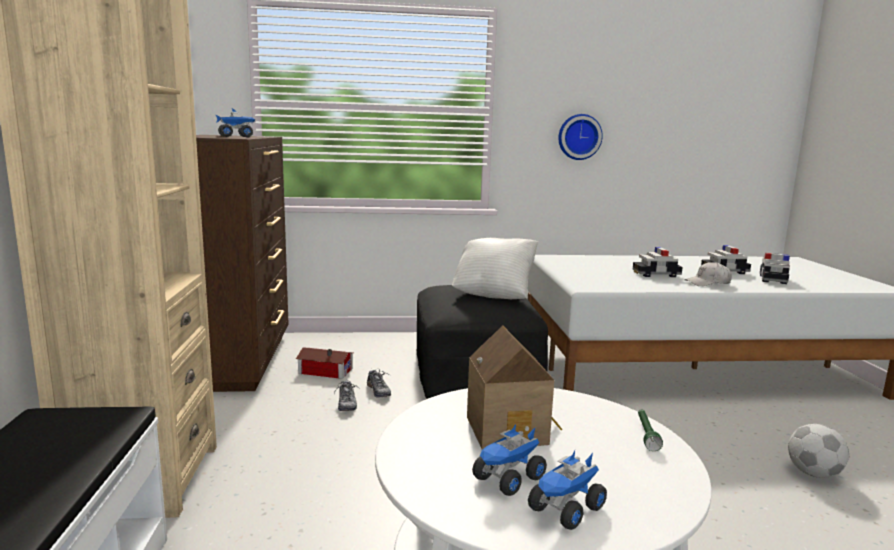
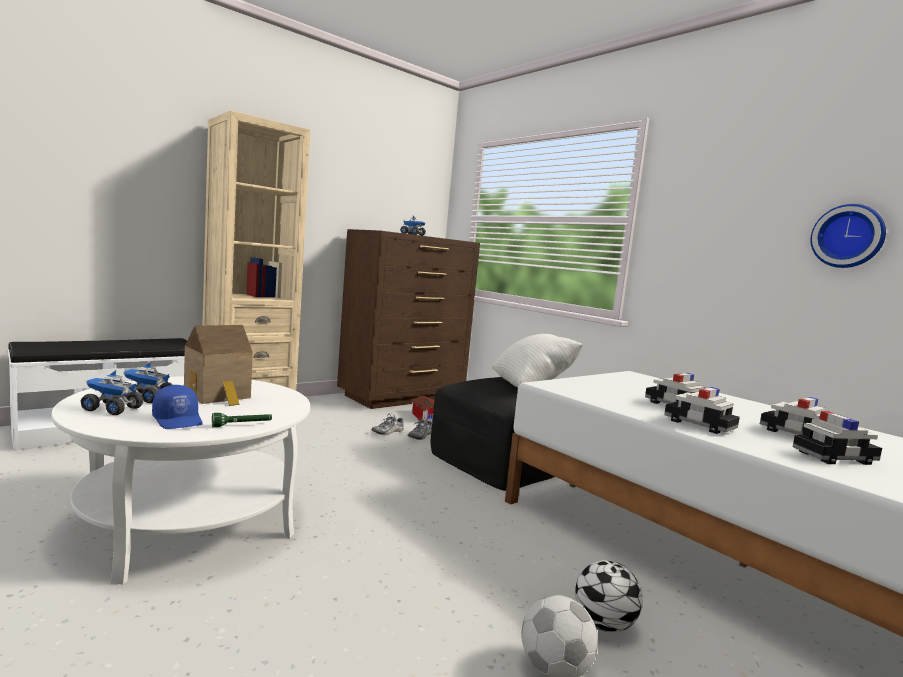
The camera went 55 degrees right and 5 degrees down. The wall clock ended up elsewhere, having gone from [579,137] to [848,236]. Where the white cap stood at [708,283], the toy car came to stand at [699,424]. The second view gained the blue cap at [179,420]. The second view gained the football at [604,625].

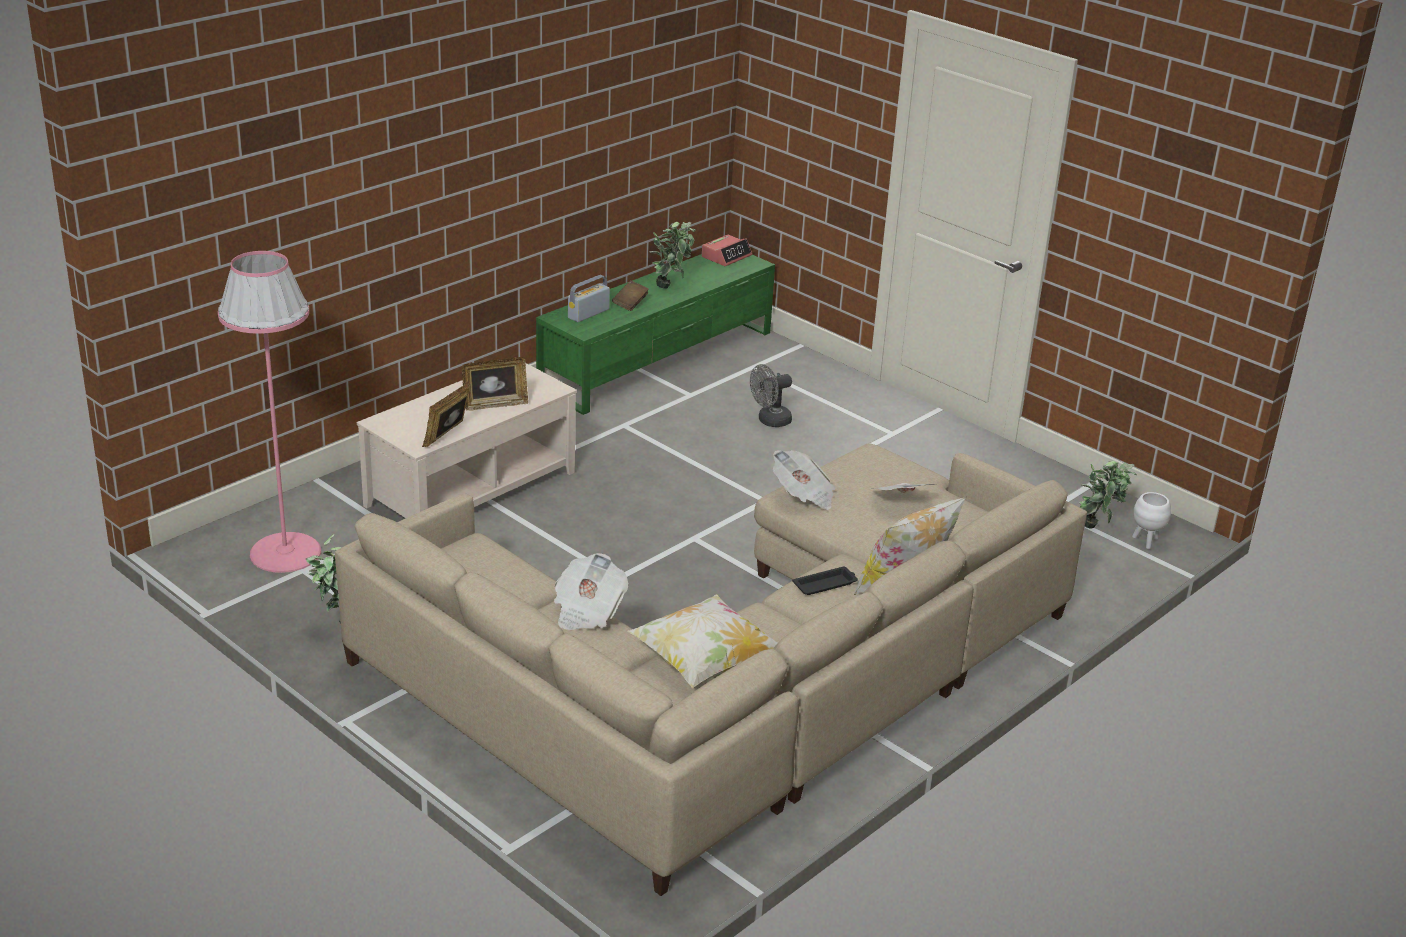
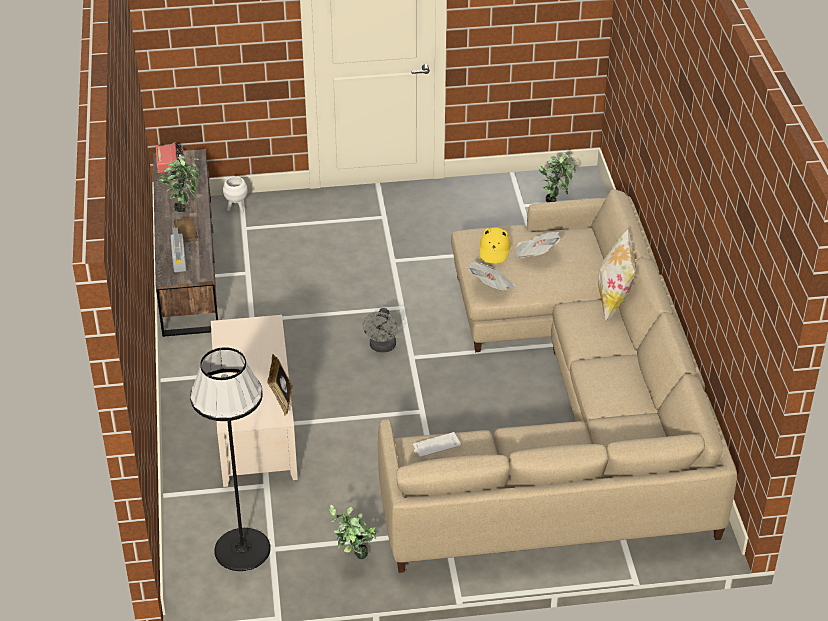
The camera went 50 degrees left and 10 degrees up. What was the pink floor lamp at [285,552] turned into the black floor lamp at [242,549]. What was the green tv stand at [658,360] turned into the brown tv stand at [188,263]. The second view lost the picture frame at [495,404]. The grey fan ended up elsewhere, having gone from [769,421] to [382,347]. The white planter ended up elsewhere, having gone from [1146,542] to [237,208]. The second view lost the newspaper at [587,611]. The second view lost the black tray at [825,584]. The second view lost the pillow at [704,663]. The second view gained the yellow hat at [494,250]. The second view gained the white tray at [435,447].

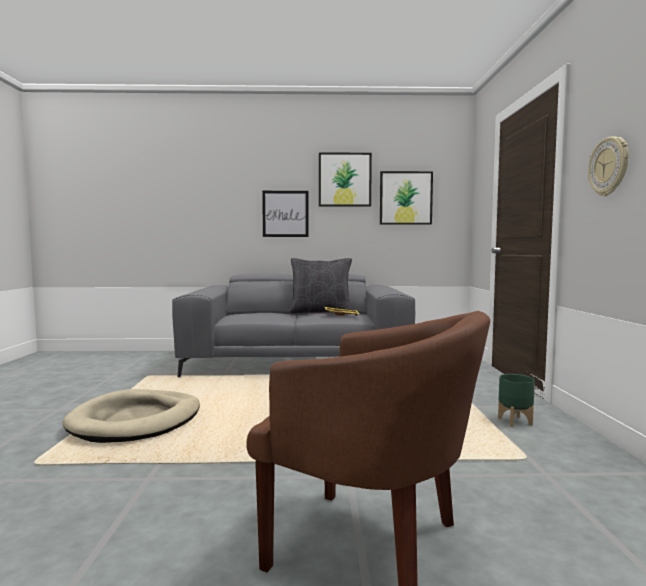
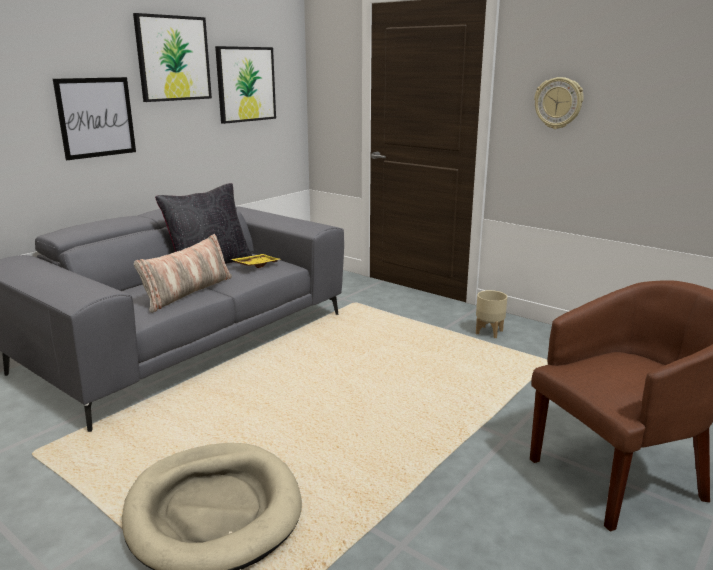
The camera went 50 degrees left and 15 degrees up. What was the green planter at [514,421] turned into the beige planter at [489,332]. The second view gained the pillow at [188,292].

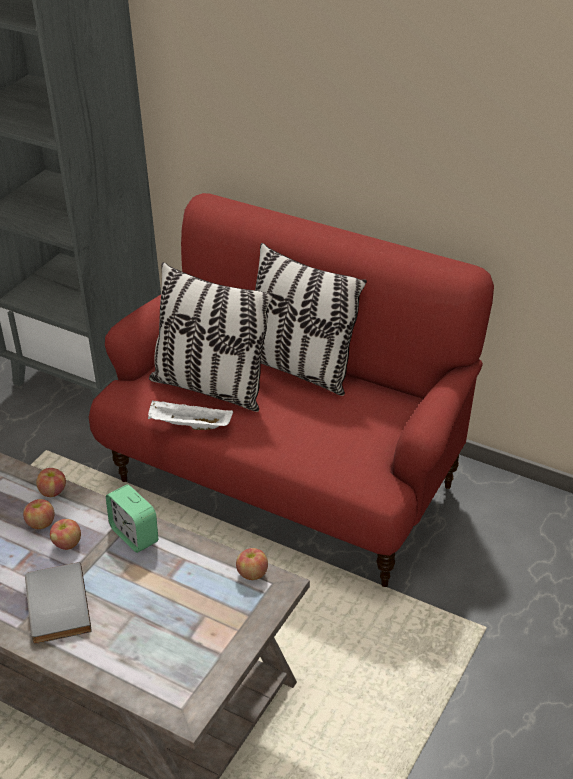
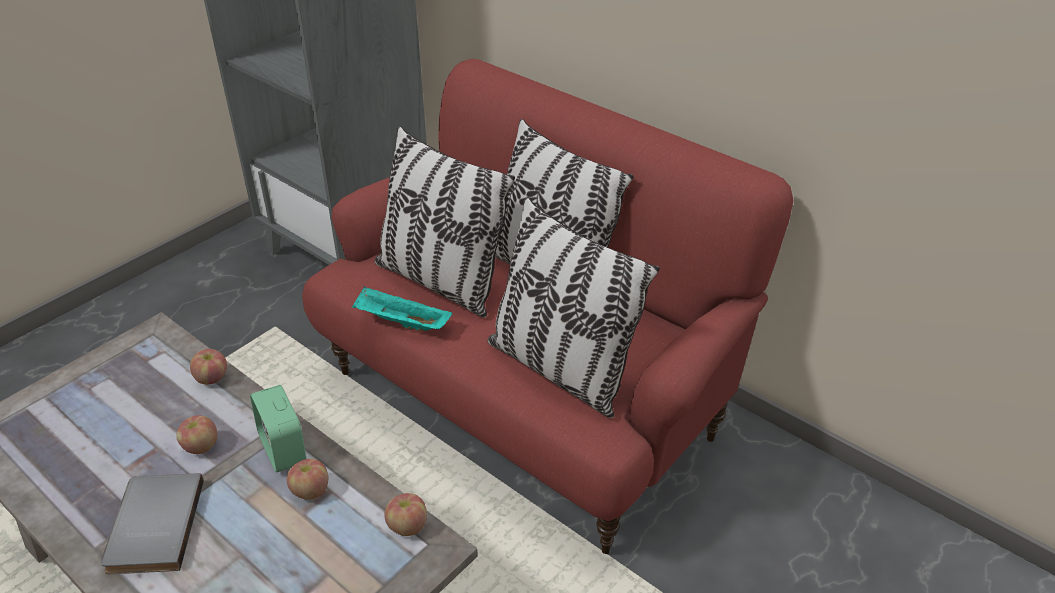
The camera went 10 degrees right and 0 degrees up. What was the white tray at [189,426] turned into the turquoise tray at [401,323]. The apple ended up elsewhere, having gone from [41,523] to [310,491]. The second view gained the pillow at [560,369].

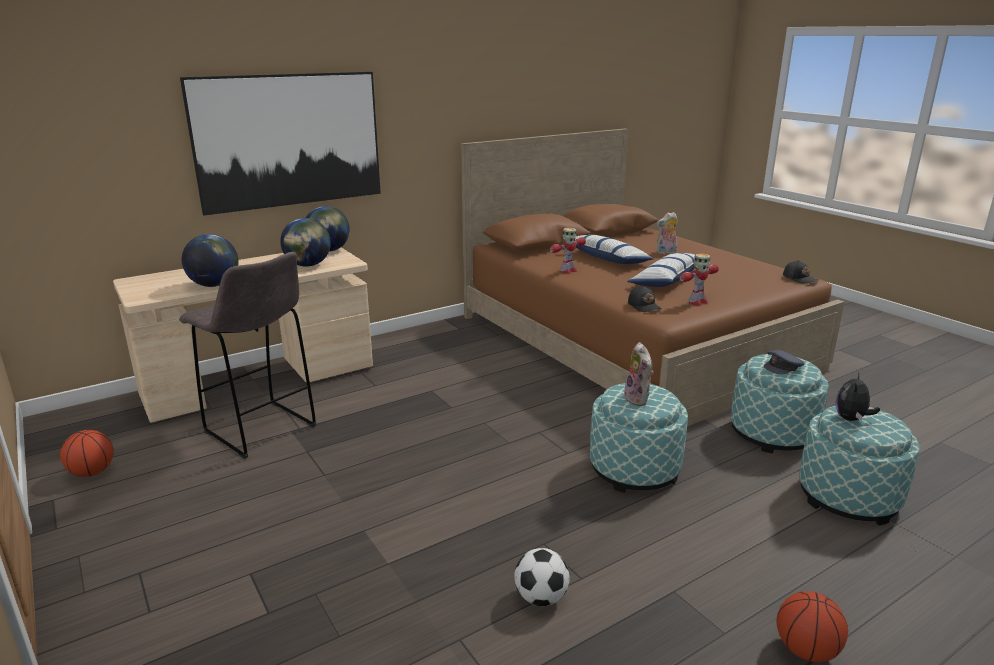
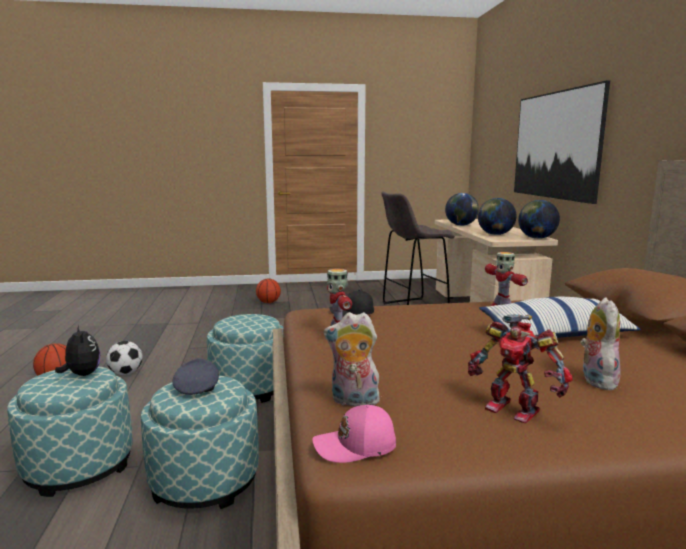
The camera went 115 degrees right and 10 degrees down. The second view lost the pillow at [667,280]. What was the black cap at [800,278] turned into the pink cap at [356,446]. The plush toy ended up elsewhere, having gone from [638,399] to [353,402]. The basketball ended up elsewhere, having gone from [92,472] to [268,302]. The football ended up elsewhere, having gone from [541,597] to [126,373]. The second view gained the toy robot at [513,408].

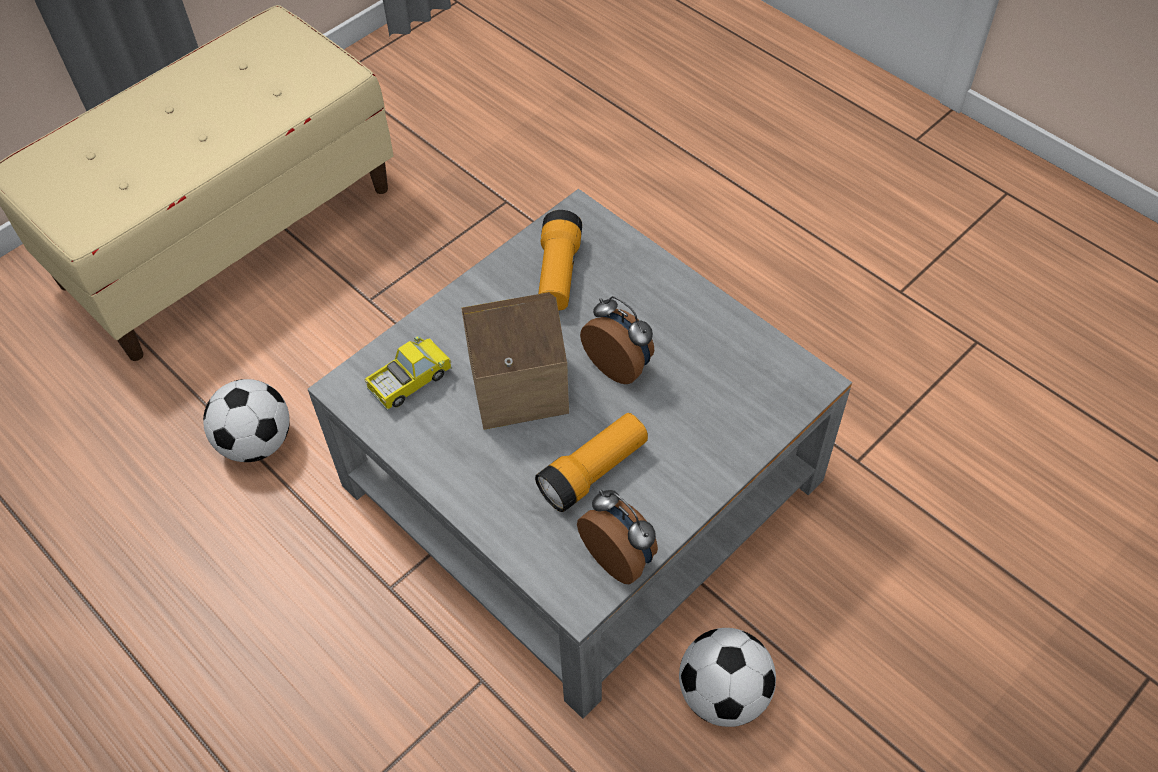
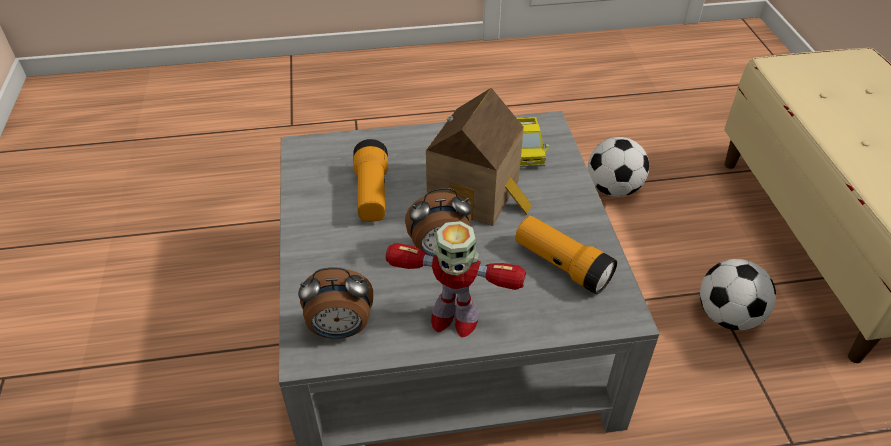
The camera went 125 degrees right and 10 degrees down. The alarm clock ended up elsewhere, having gone from [620,557] to [340,329]. The football ended up elsewhere, having gone from [723,694] to [727,316]. The second view gained the toy robot at [453,318].

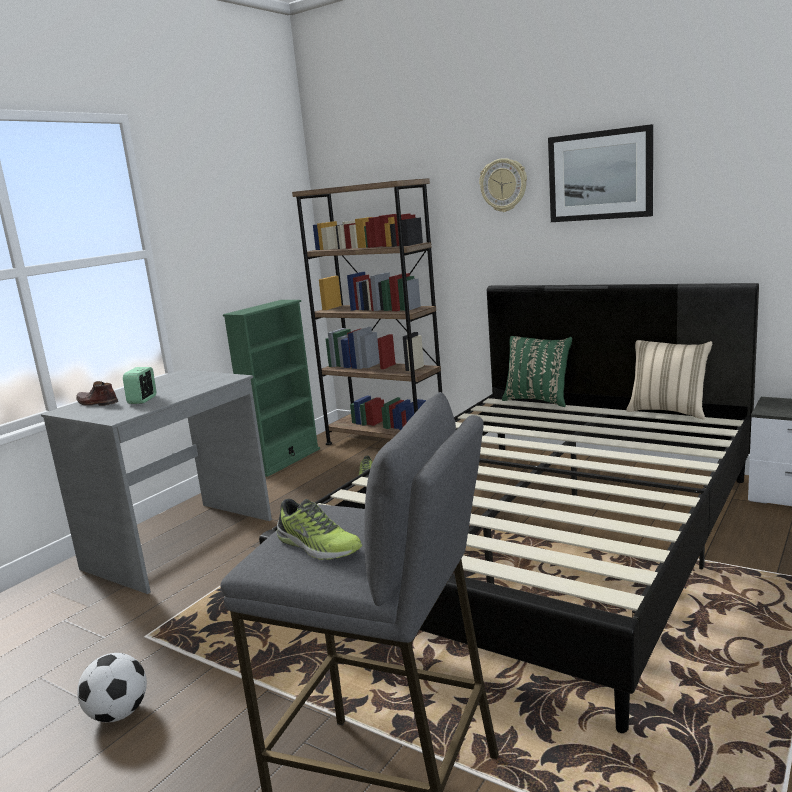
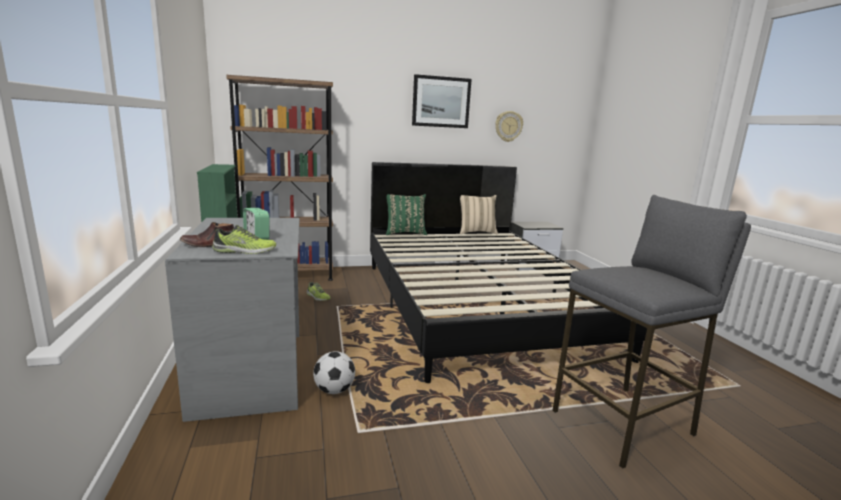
The camera went 50 degrees left and 0 degrees up. The wall clock ended up elsewhere, having gone from [503,185] to [508,126]. The shoe ended up elsewhere, having gone from [317,546] to [244,251]. The football ended up elsewhere, having gone from [118,714] to [334,390].

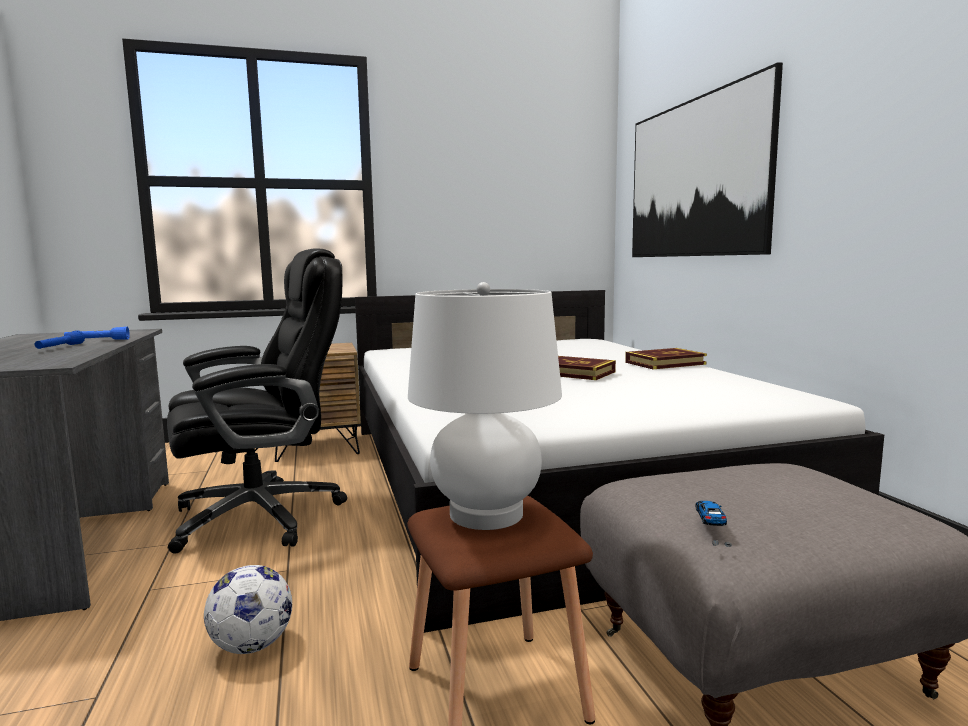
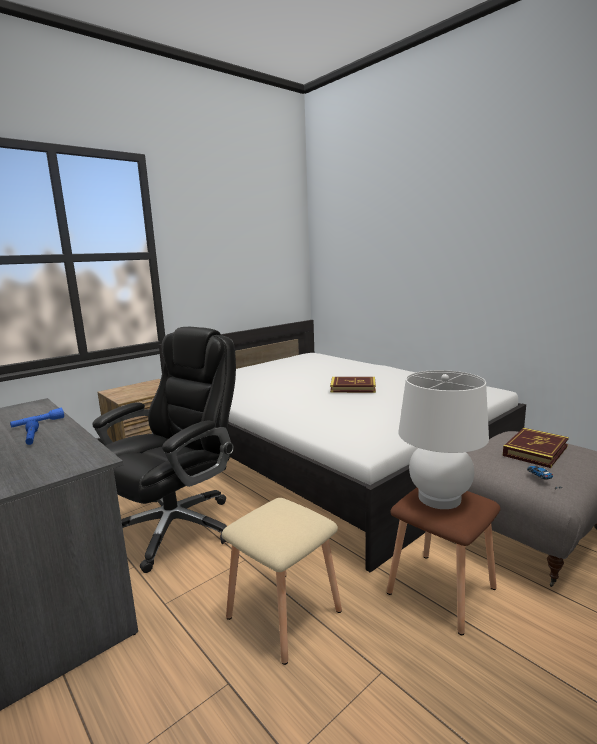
The camera went 25 degrees left and 5 degrees up. The second view lost the picture at [694,178]. The book ended up elsewhere, having gone from [665,363] to [535,451]. Where the football stood at [252,646], the beige stool came to stand at [286,614].

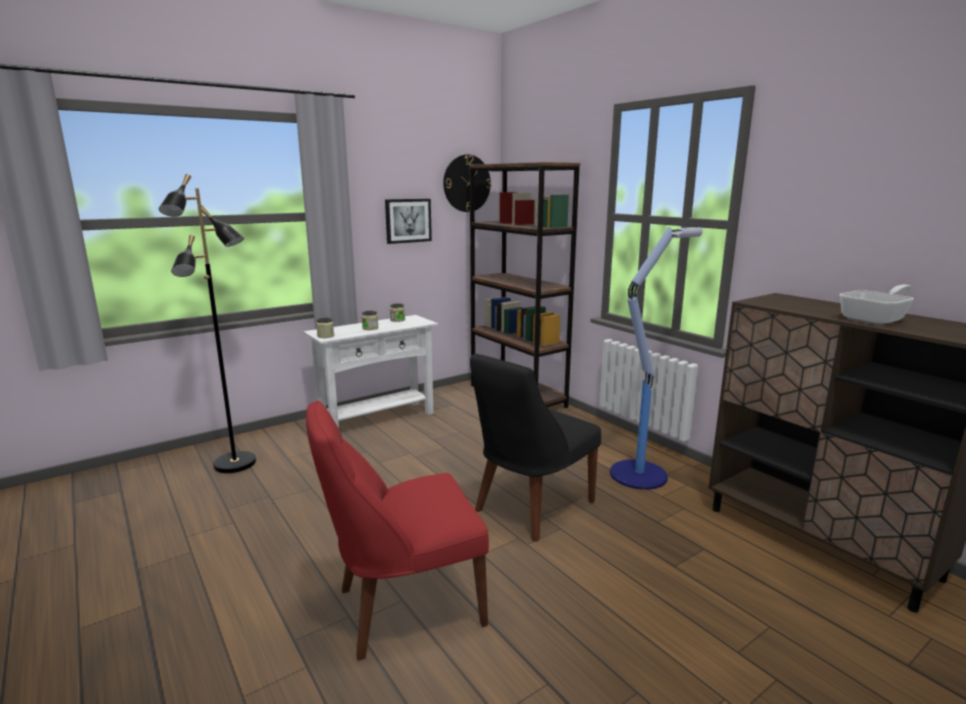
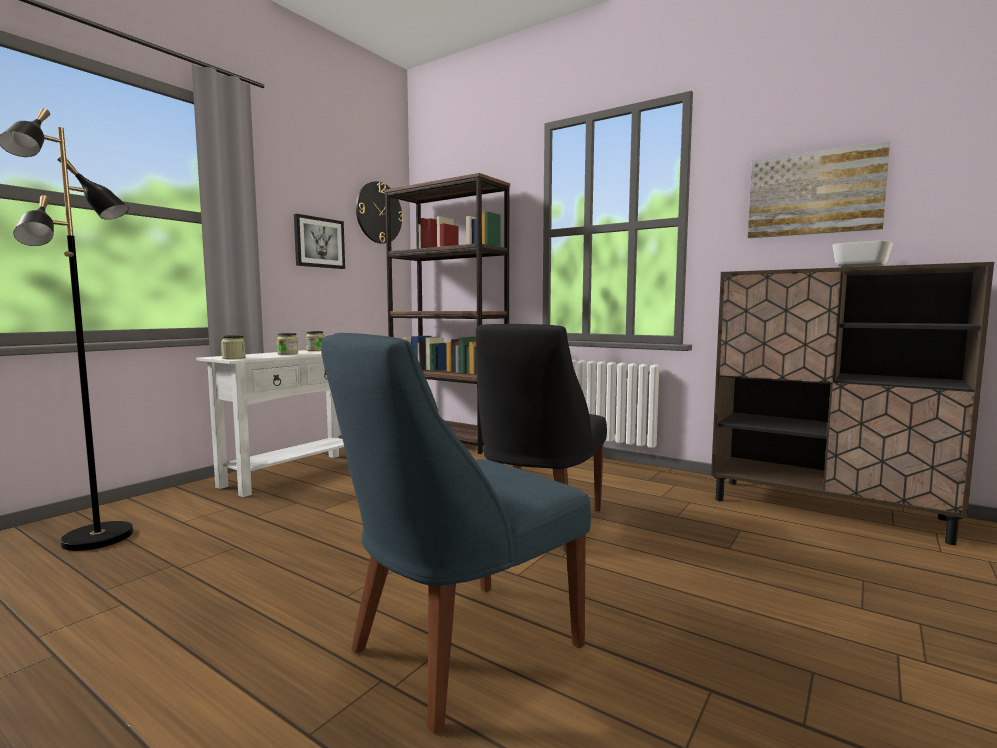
The camera went 20 degrees left and 10 degrees down. The second view lost the floor lamp at [640,474]. What was the red chair at [403,607] turned into the blue chair at [457,651]. The second view gained the picture at [814,193].

